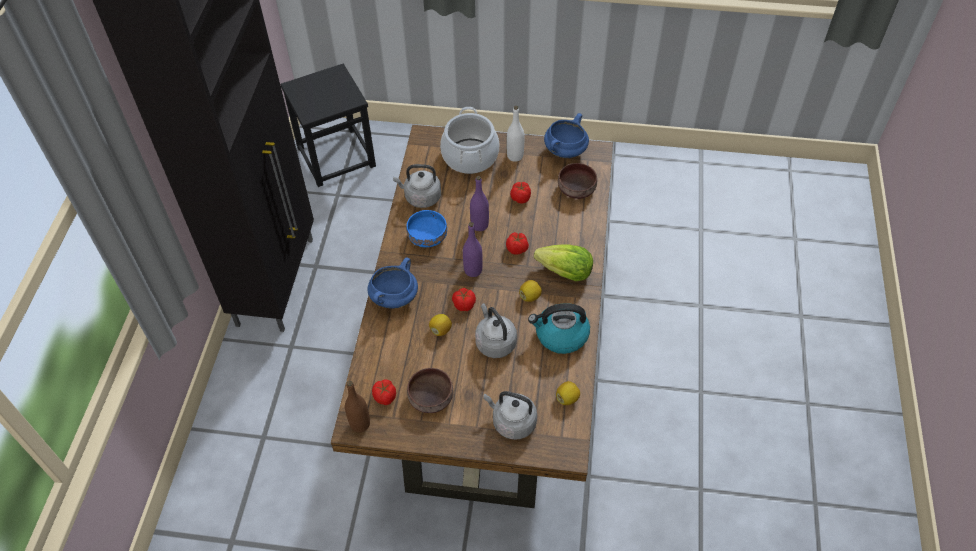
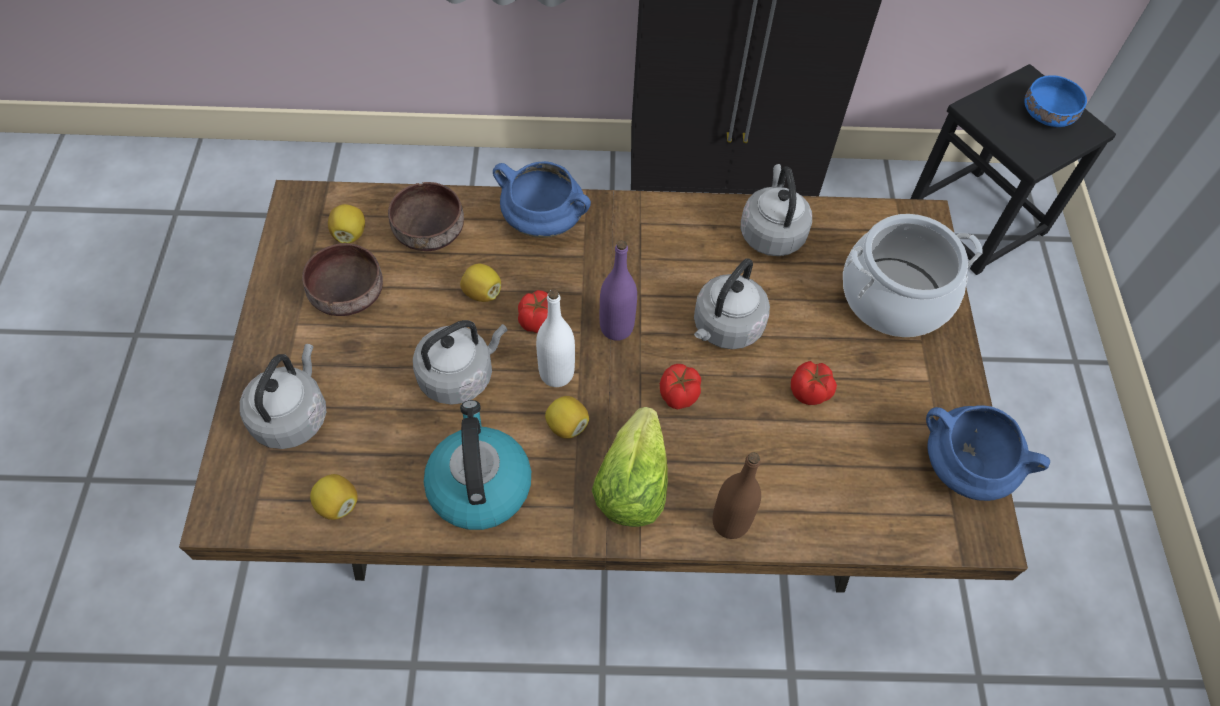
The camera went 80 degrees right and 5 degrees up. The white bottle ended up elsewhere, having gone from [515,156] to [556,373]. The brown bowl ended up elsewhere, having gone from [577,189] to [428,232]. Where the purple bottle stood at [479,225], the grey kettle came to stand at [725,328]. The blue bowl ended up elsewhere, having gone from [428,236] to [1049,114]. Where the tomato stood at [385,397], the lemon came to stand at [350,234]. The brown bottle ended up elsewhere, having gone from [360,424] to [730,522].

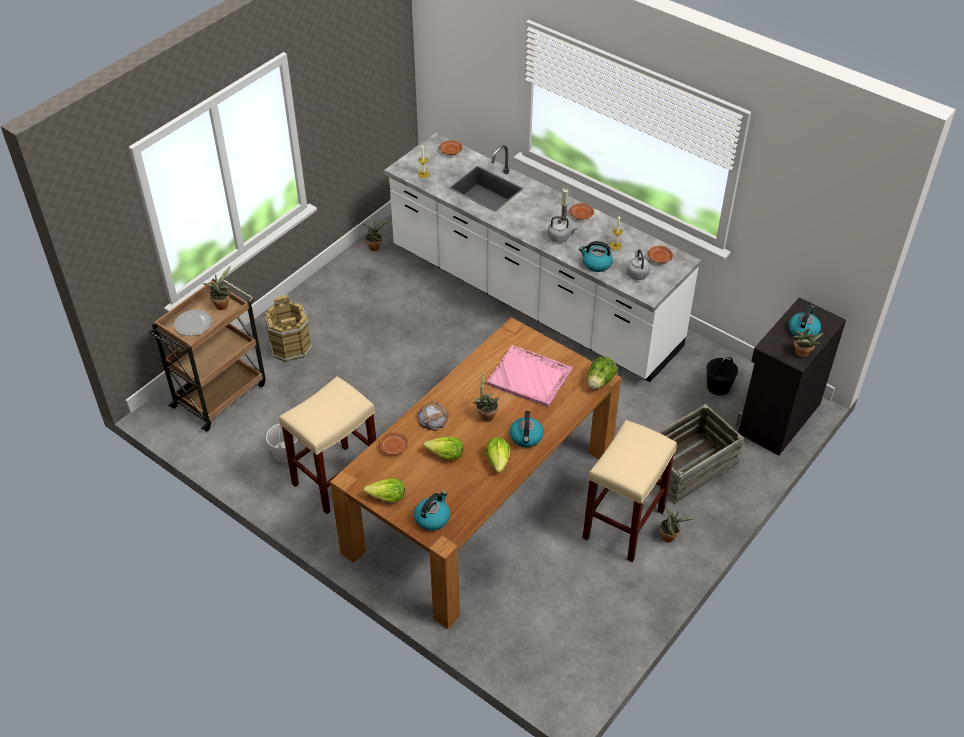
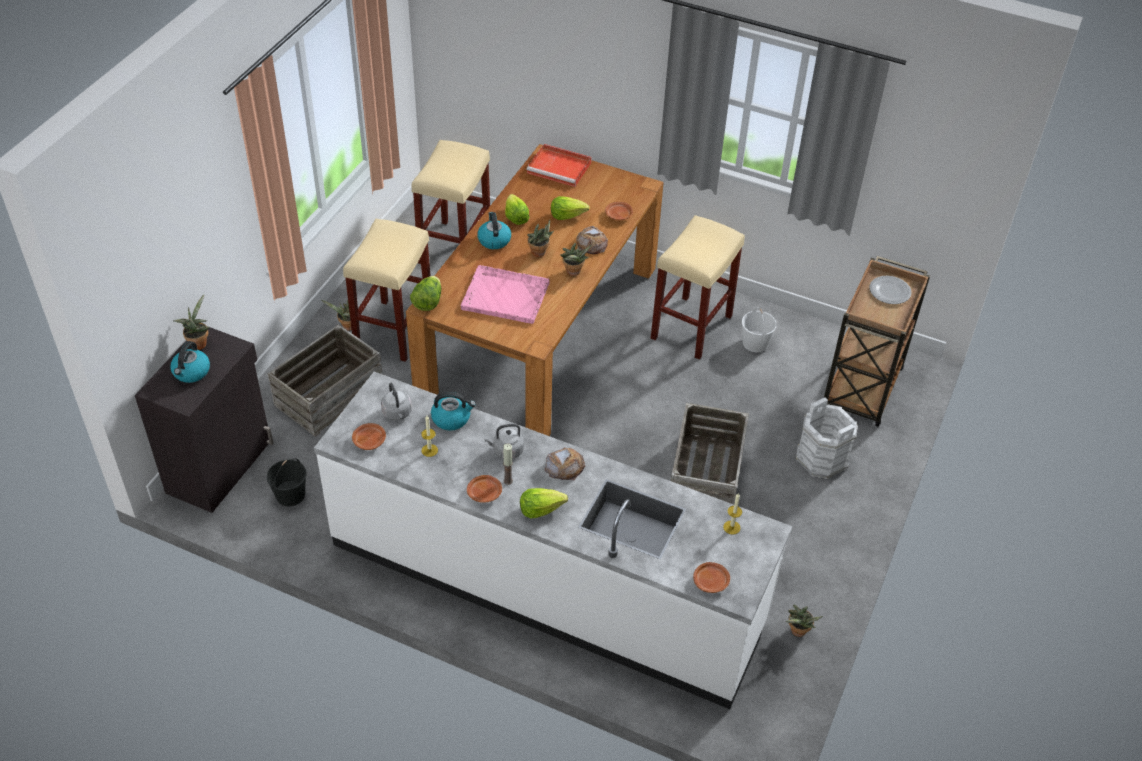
The camera went 165 degrees right and 0 degrees up. The potted plant ended up elsewhere, having gone from [222,304] to [573,273]. What was the brown bucket at [291,346] turned into the white bucket at [821,459]. The lettuce ended up elsewhere, having gone from [387,497] to [541,509]. Where the kettle stood at [432,518], the red tray came to stand at [560,168]. The second view gained the beige stool at [454,246]. The second view gained the crate at [706,475]. The second view gained the bread at [565,466].

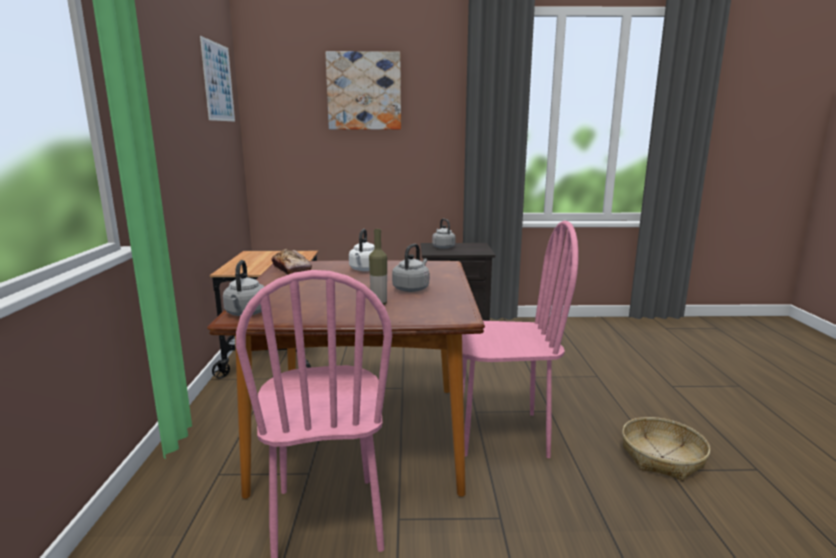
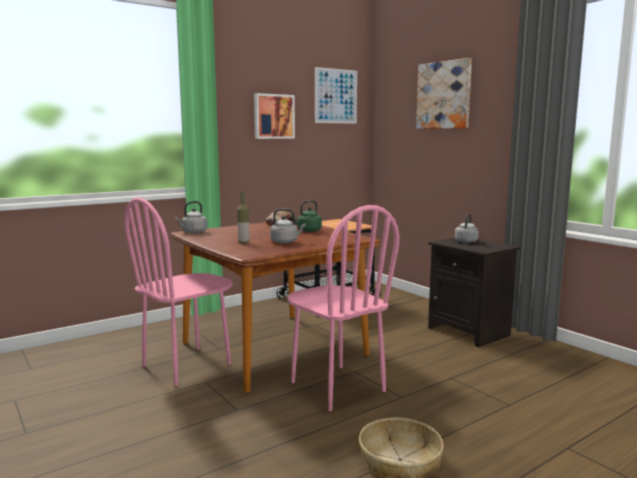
The camera went 55 degrees right and 5 degrees down. What was the white kettle at [364,269] turned into the green kettle at [308,230]. The second view gained the picture at [273,116].

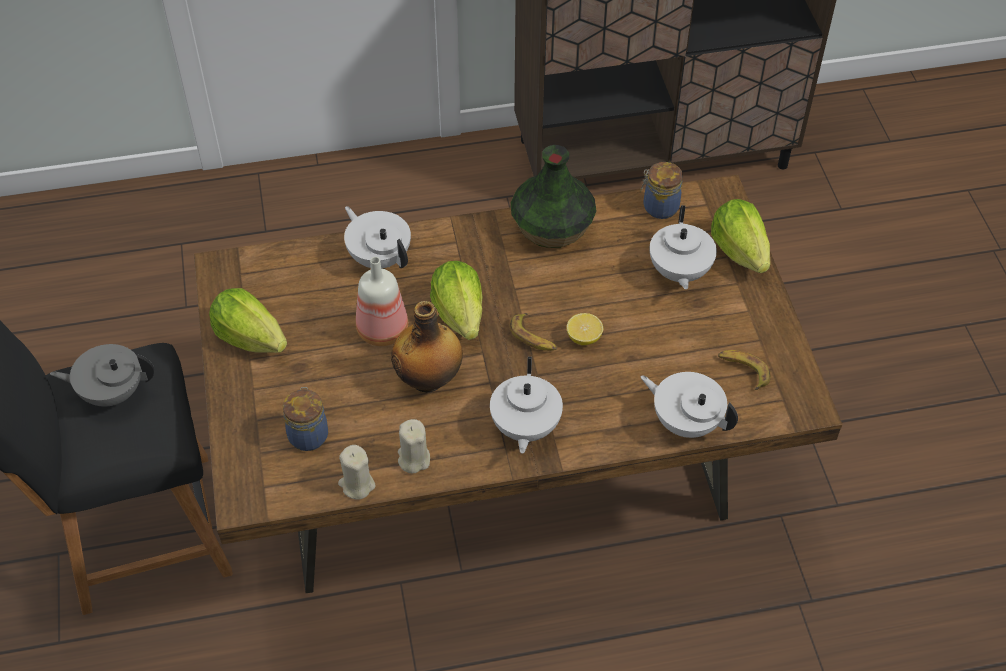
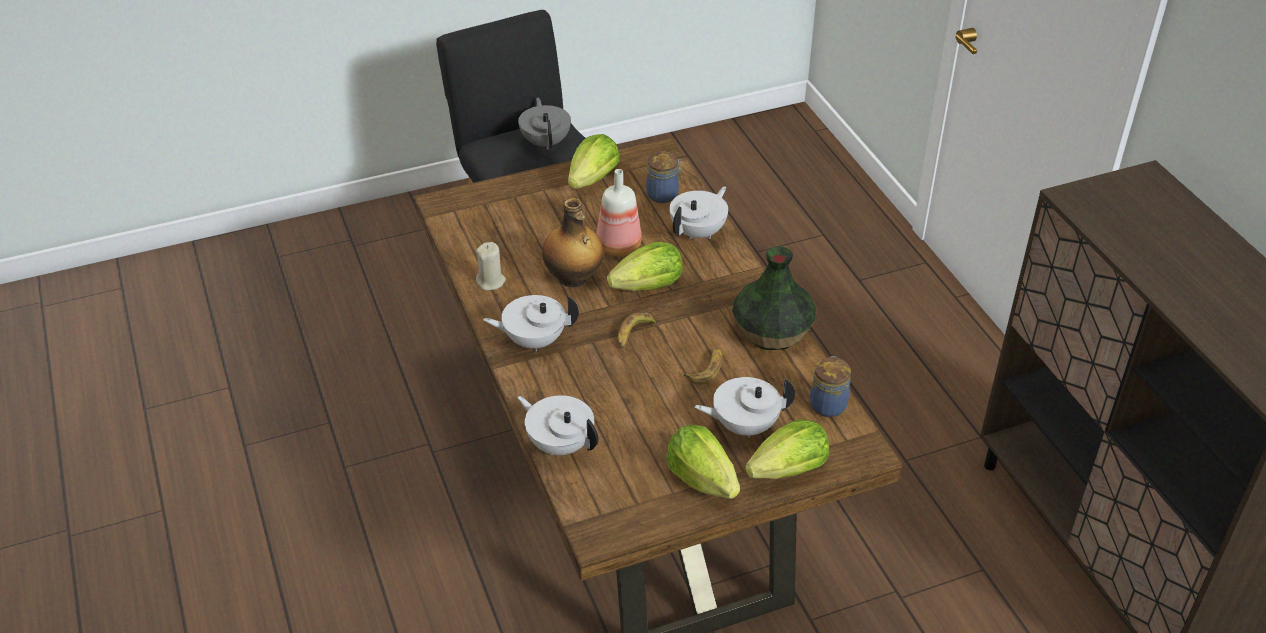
The camera went 80 degrees right and 10 degrees down. The second view lost the lemon at [584,337]. The banana ended up elsewhere, having gone from [743,371] to [706,369]. The white teapot at [685,421] ended up facing another way, 75 degrees counterclockwise from before. The jar ended up elsewhere, having gone from [308,434] to [663,194]. The second view lost the beige candle at [357,485]. The second view gained the lettuce at [702,479].

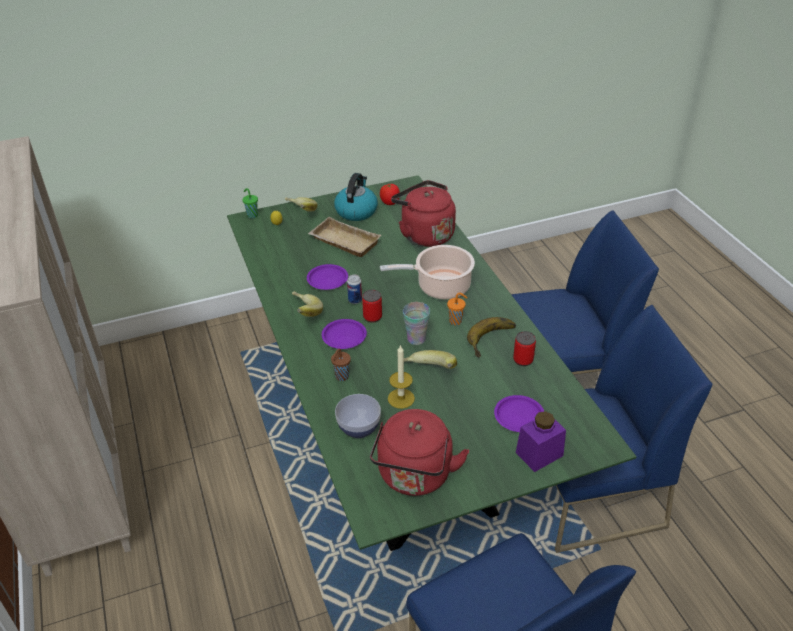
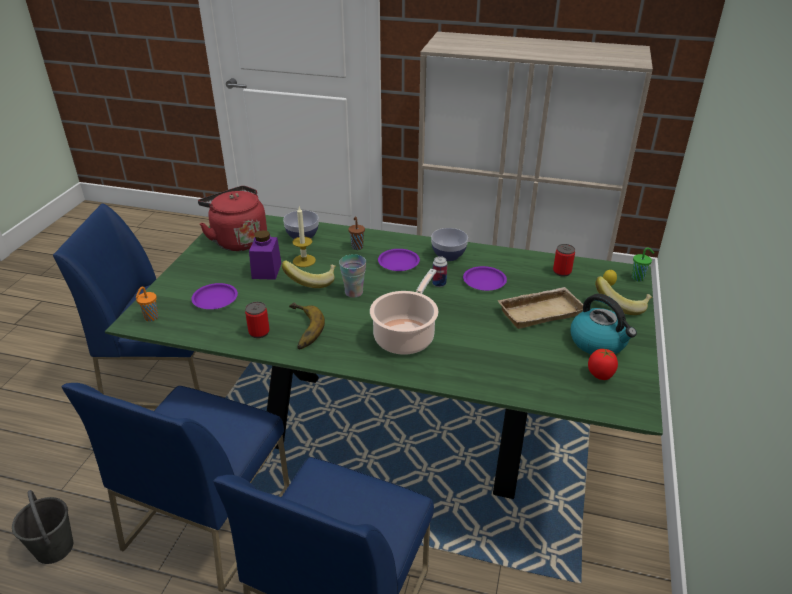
The camera went 125 degrees right and 5 degrees down. The second view lost the red kettle at [424,234]. The can ended up elsewhere, having gone from [372,317] to [562,272]. Where the banana stood at [303,314], the bowl came to stand at [448,255]. The orange cup ended up elsewhere, having gone from [456,321] to [150,318]. The purple jar ended up elsewhere, having gone from [539,454] to [266,270]. The second view gained the grey bucket at [54,547].

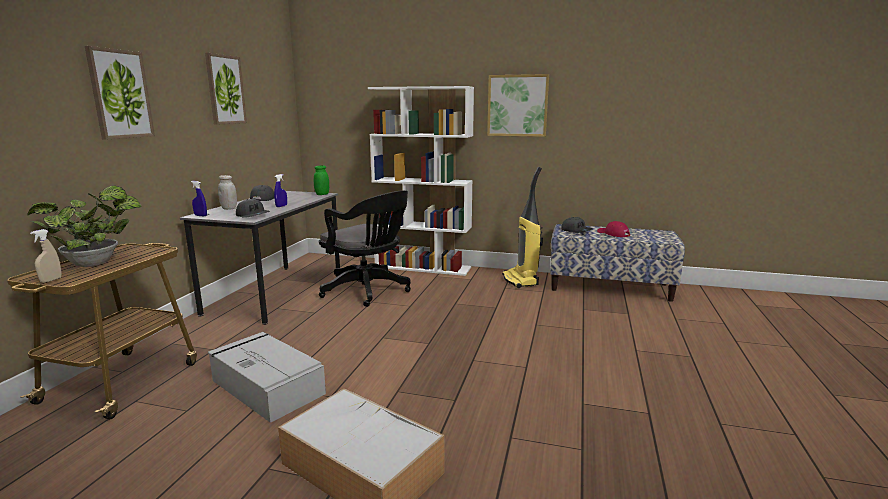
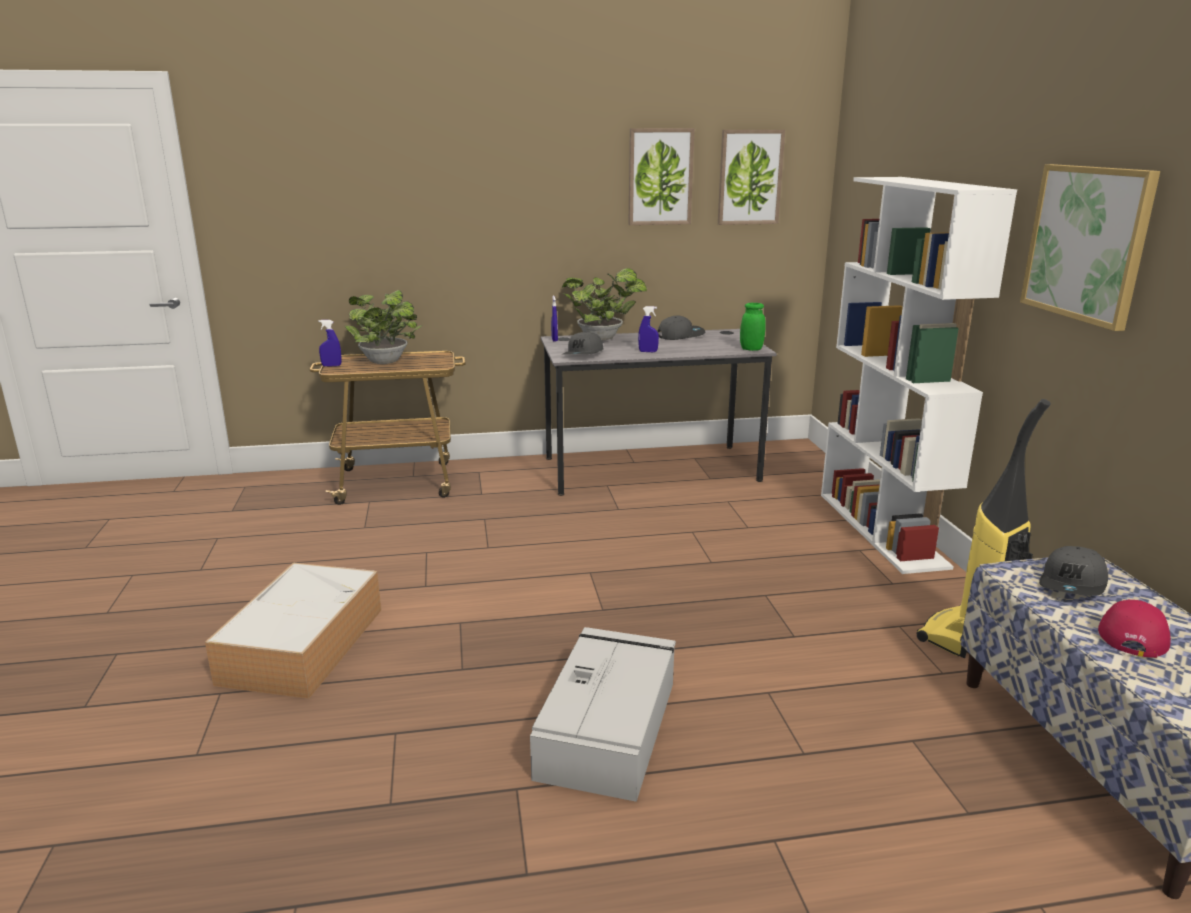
The camera went 65 degrees right and 5 degrees up. The picture ended up elsewhere, having gone from [120,94] to [750,177]. Where the white jar stood at [229,208], the potted plant came to stand at [603,339]. The second view lost the black office chair at [368,291]. What was the beige spray bottle at [51,280] turned into the blue spray bottle at [331,366]. The grey storage box ended up elsewhere, having gone from [266,386] to [608,726].

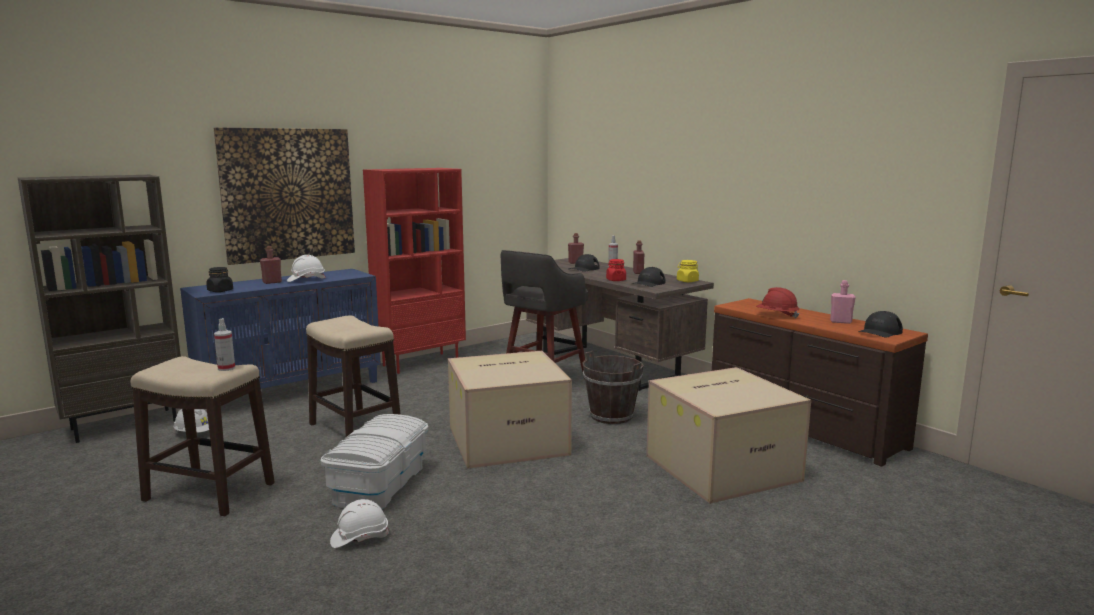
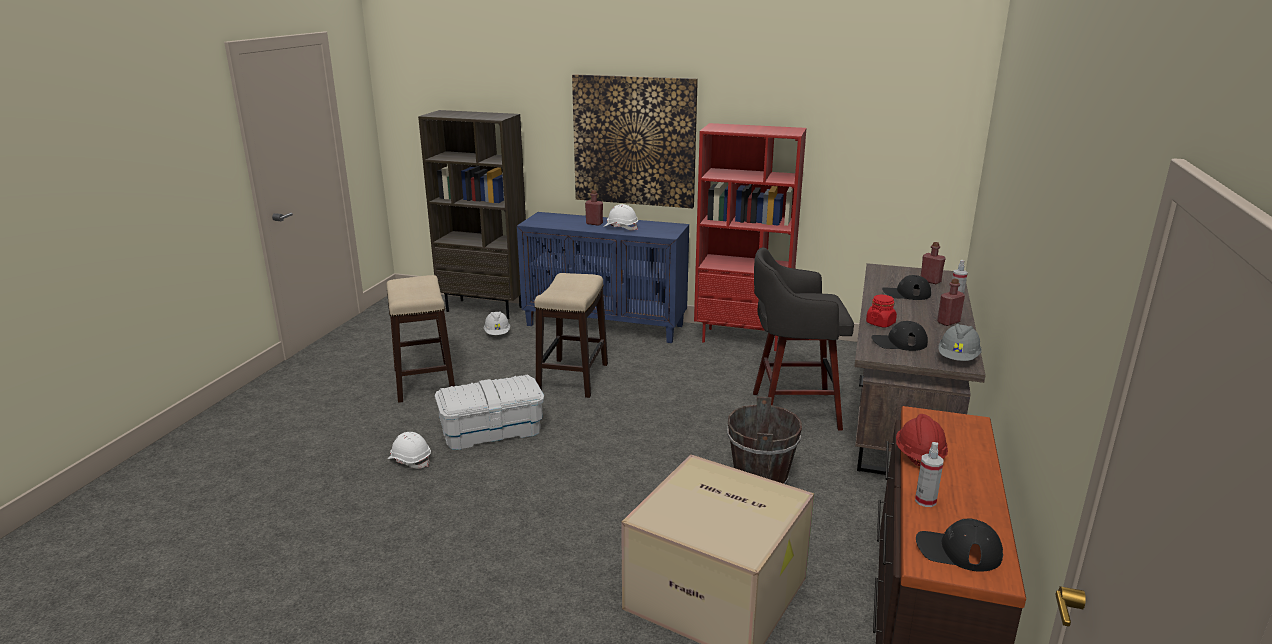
The camera went 55 degrees right and 10 degrees up. Where the yellow jar stood at [687,281], the grey hard hat came to stand at [958,358]. The second view lost the black jar at [220,291]. The second view lost the pink bottle at [840,322]. The spray bottle ended up elsewhere, having gone from [226,368] to [925,501]. The second view lost the cardboard box at [509,440].

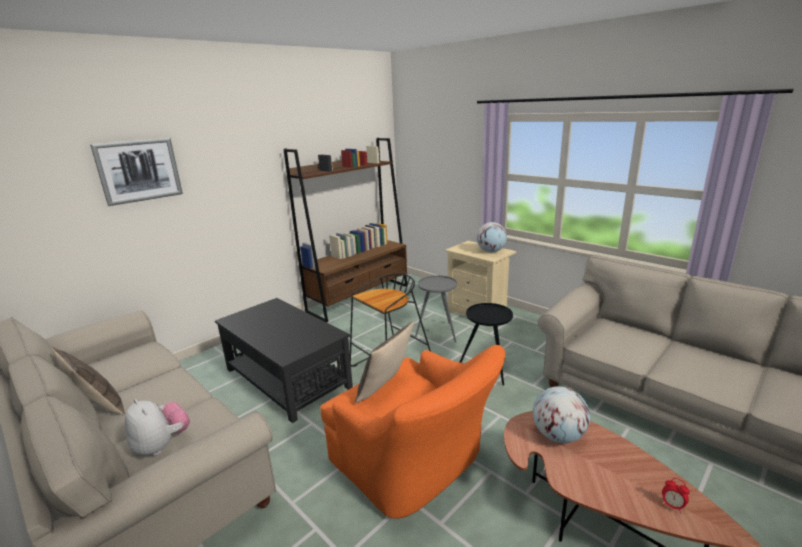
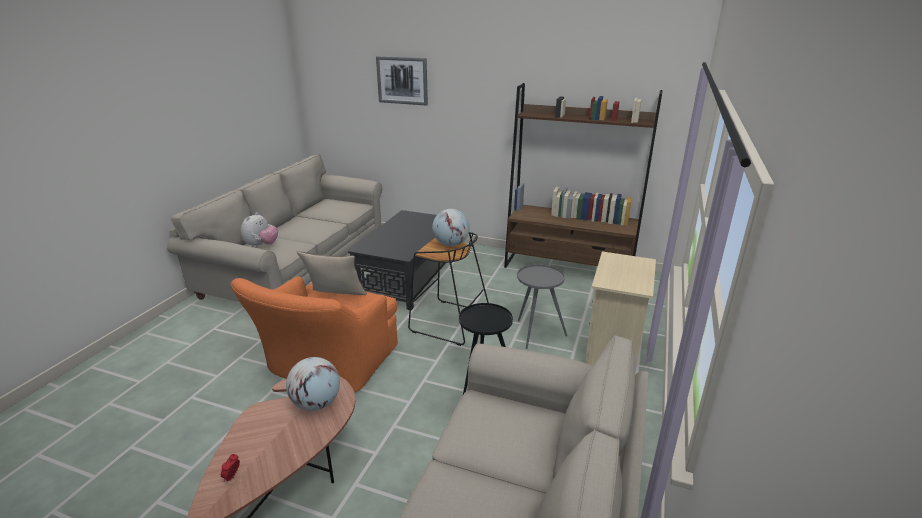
The camera went 65 degrees right and 5 degrees up. The globe ended up elsewhere, having gone from [491,251] to [451,244]. The second view lost the pillow at [98,407].

